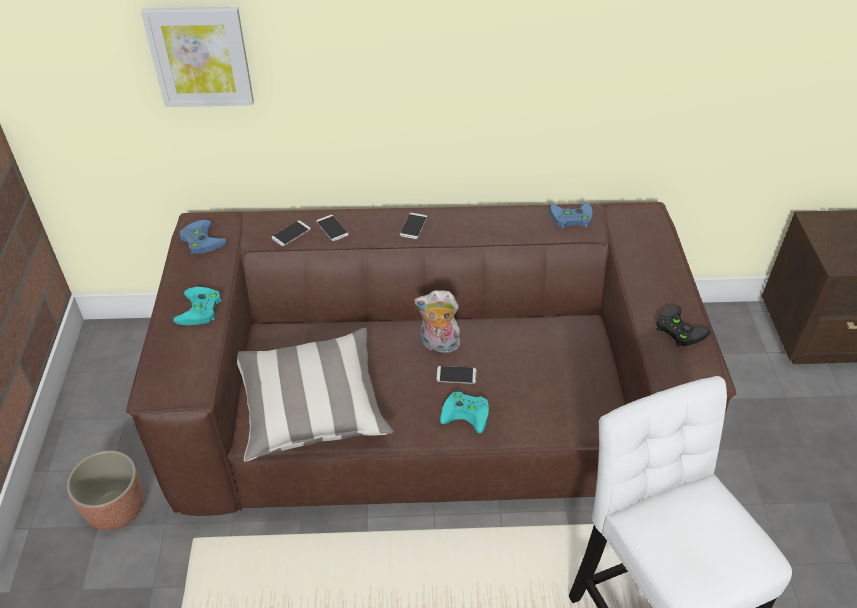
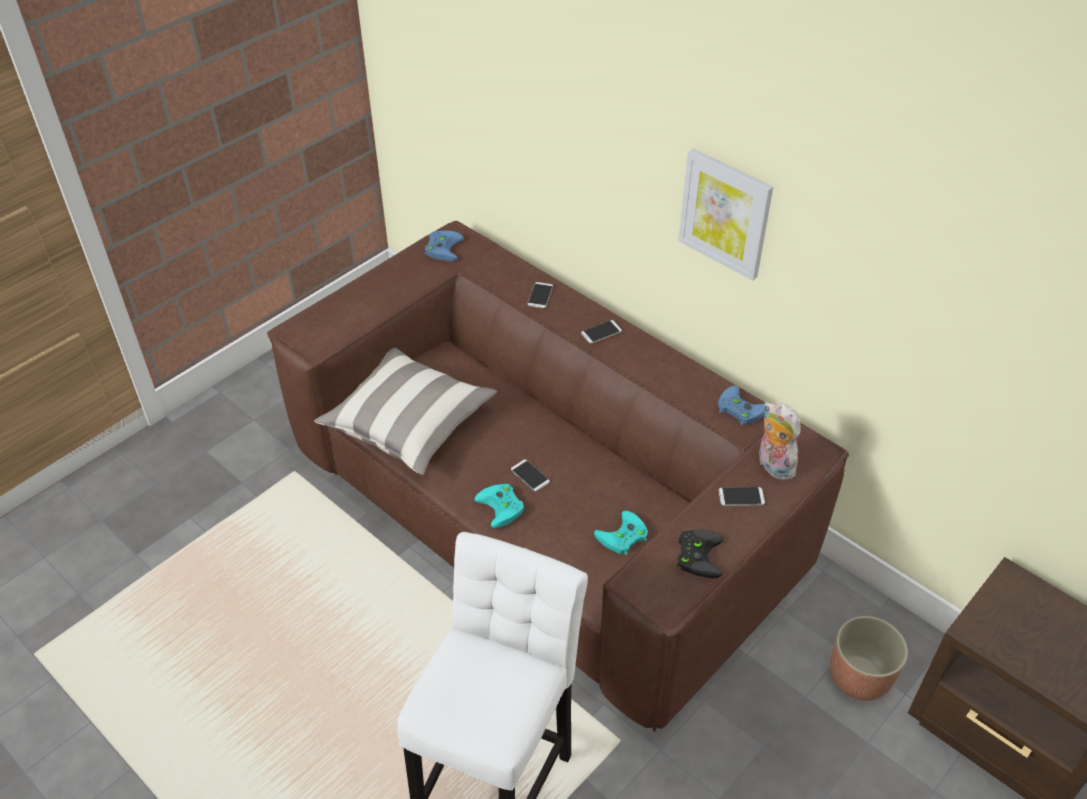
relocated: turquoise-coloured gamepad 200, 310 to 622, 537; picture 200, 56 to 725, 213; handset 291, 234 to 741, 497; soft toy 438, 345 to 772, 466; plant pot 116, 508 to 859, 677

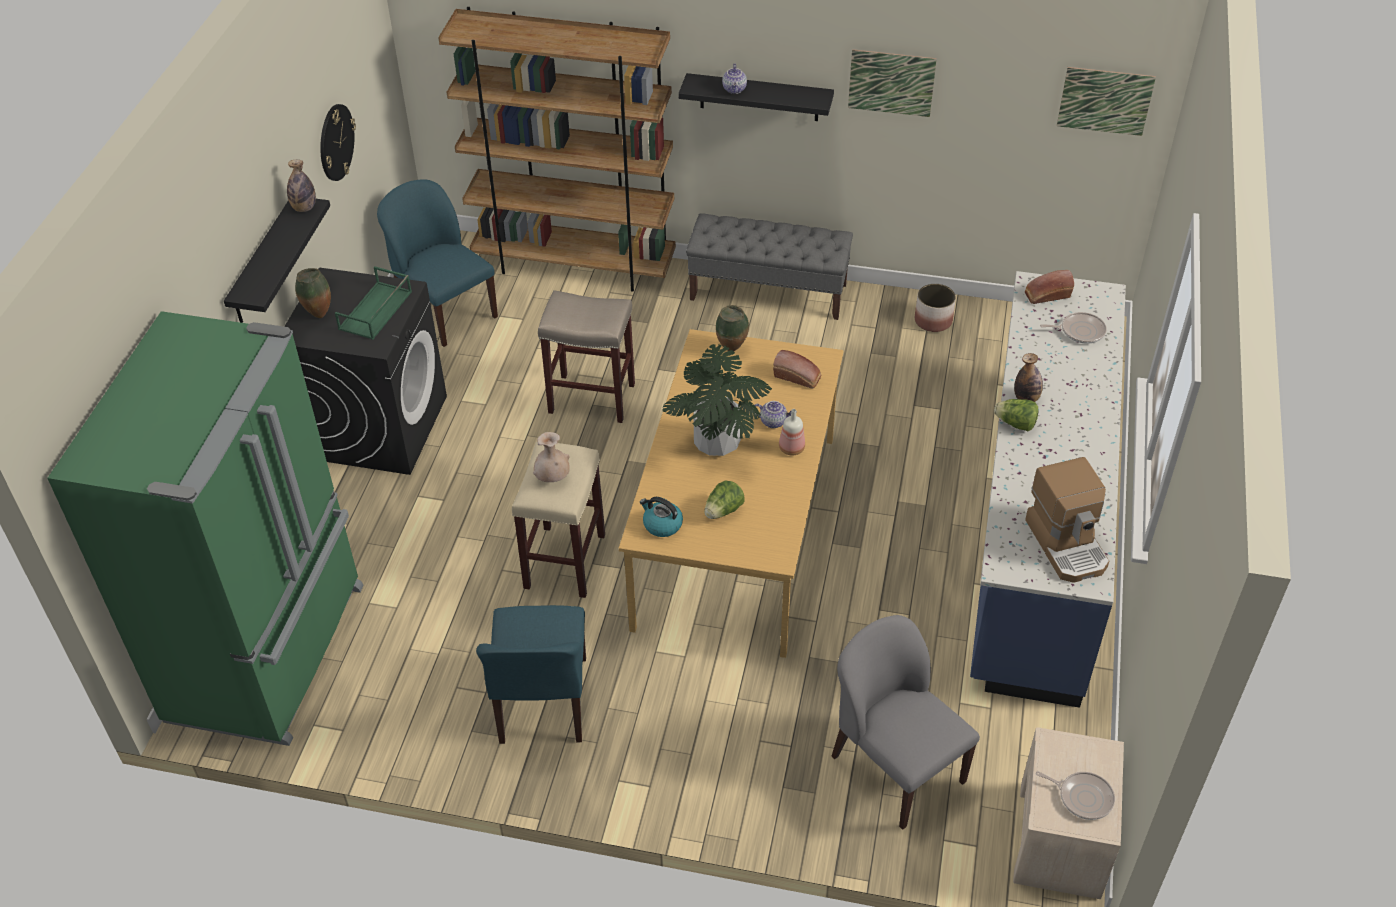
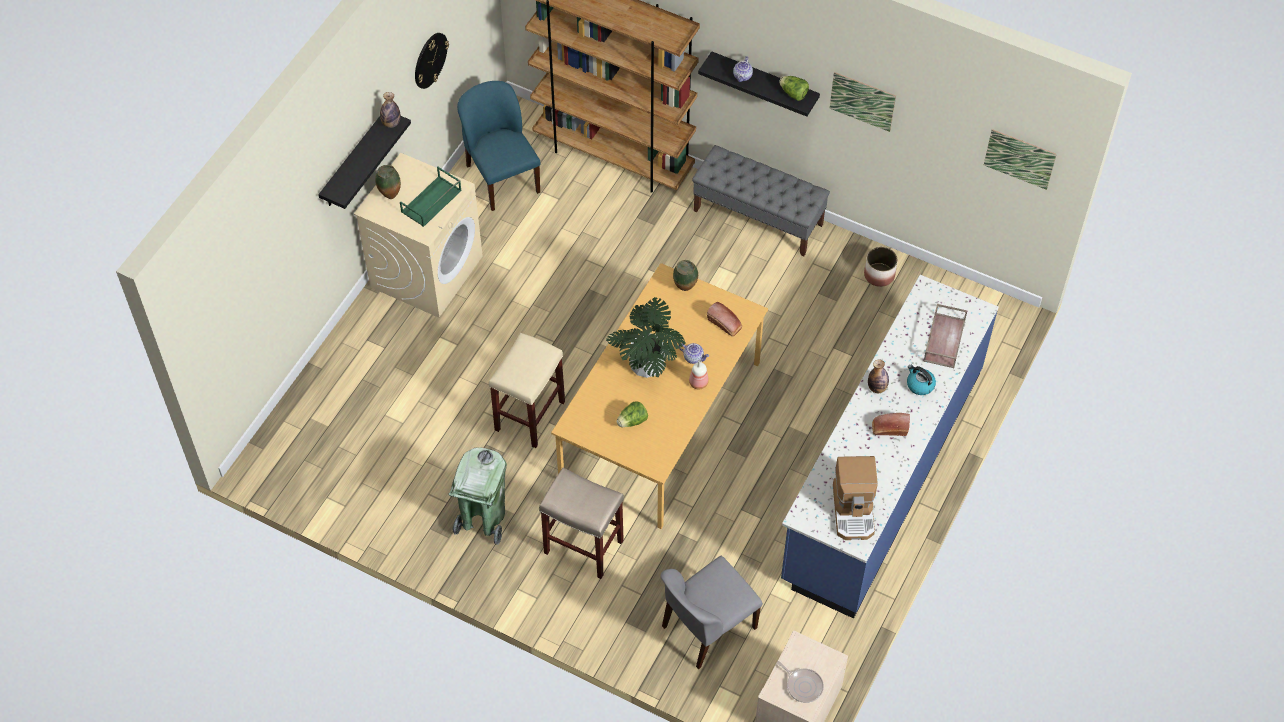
missing: greenish fridge 271, 652; beige decorative vase 552, 478
relocated: beige stool seat 590, 398 to 582, 547; lettuce head 1015, 424 to 793, 94; baked bread 1046, 295 to 889, 429; water kettle 662, 525 to 919, 385
exchanged: blue plain chair 542, 702 to greenish waste bin 483, 520; skillet 1080, 331 to brownish tray 943, 339
colour: blackish laundry appliance 379, 427 to beige laundry appliance 426, 271
spun: grey plain chair 895, 767 = 707, 628 105 degrees counterclockwise

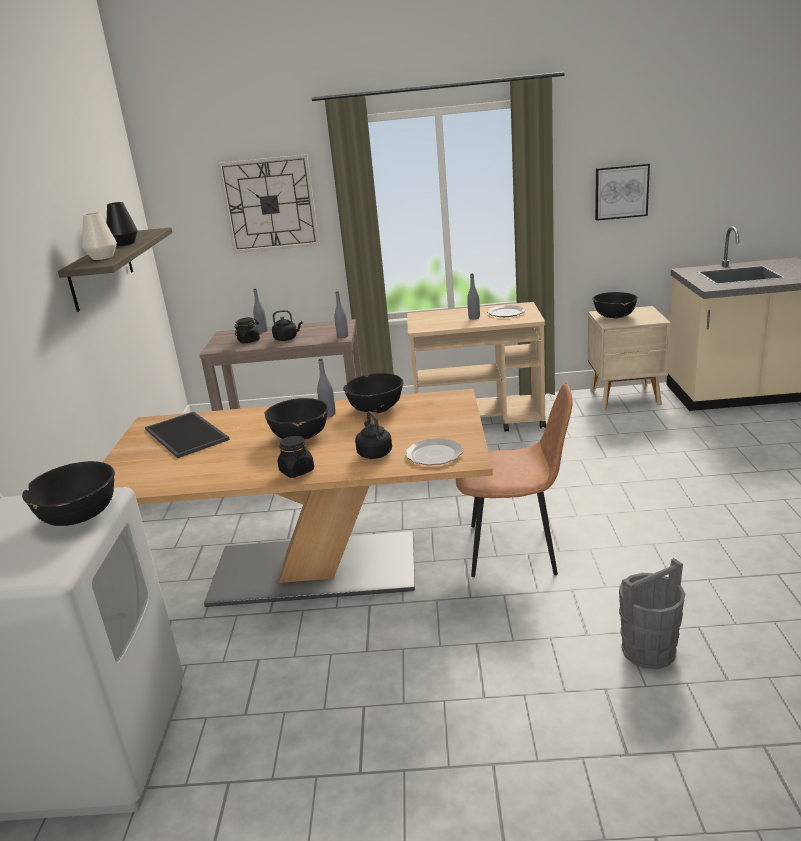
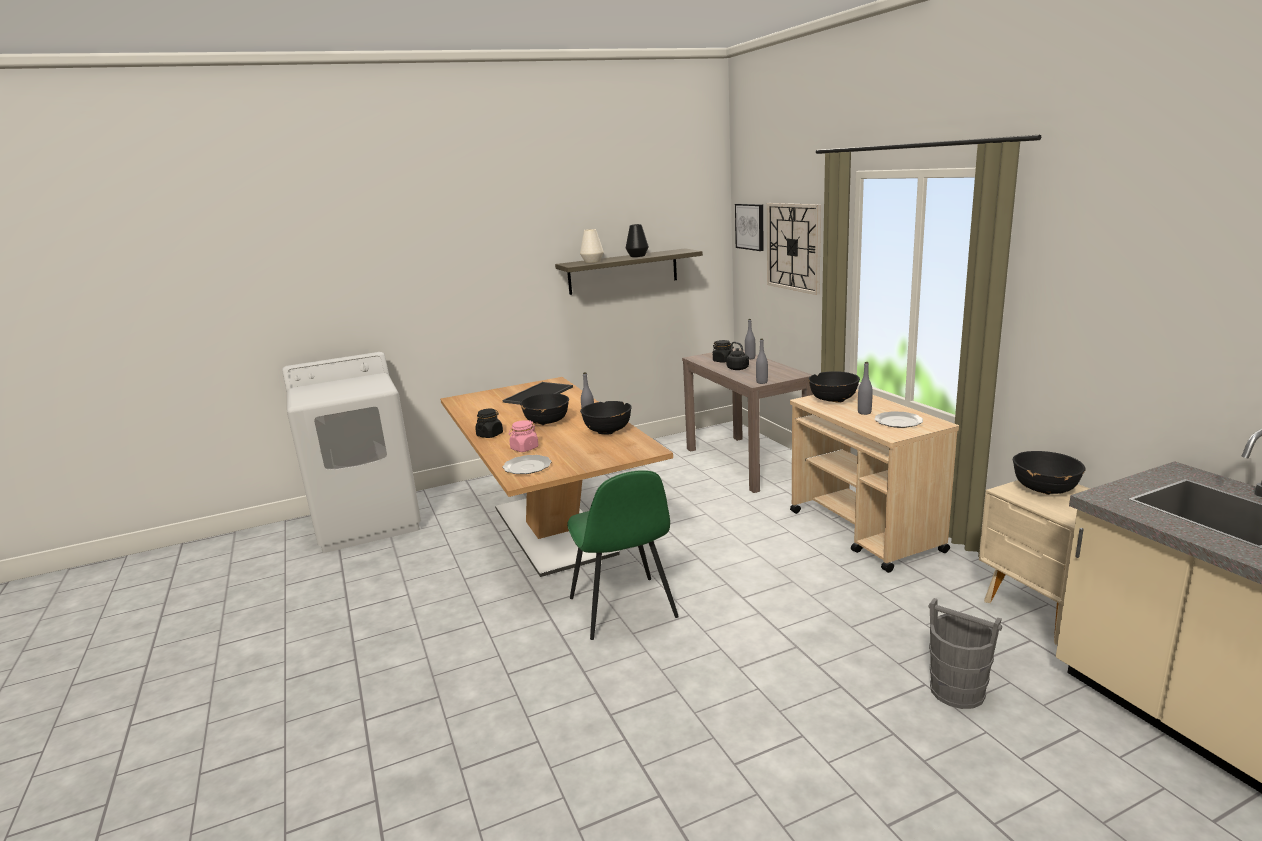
relocated: picture 621, 192 to 750, 226; blackish bowl 79, 516 to 833, 400; grey pail 649, 650 to 957, 691
exchanged: blackish water kettle 374, 453 to pink-coloured storage jar 524, 448
colour: brownish plain chair 515, 549 to greenish plain chair 623, 609

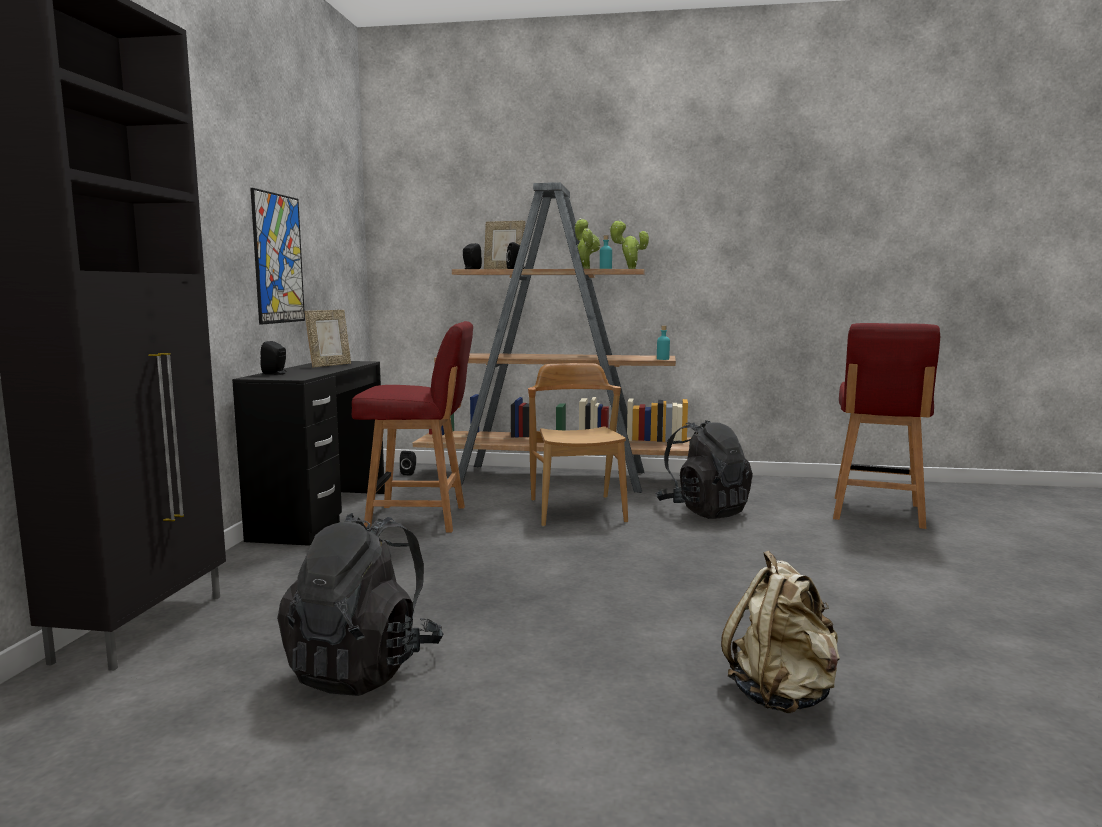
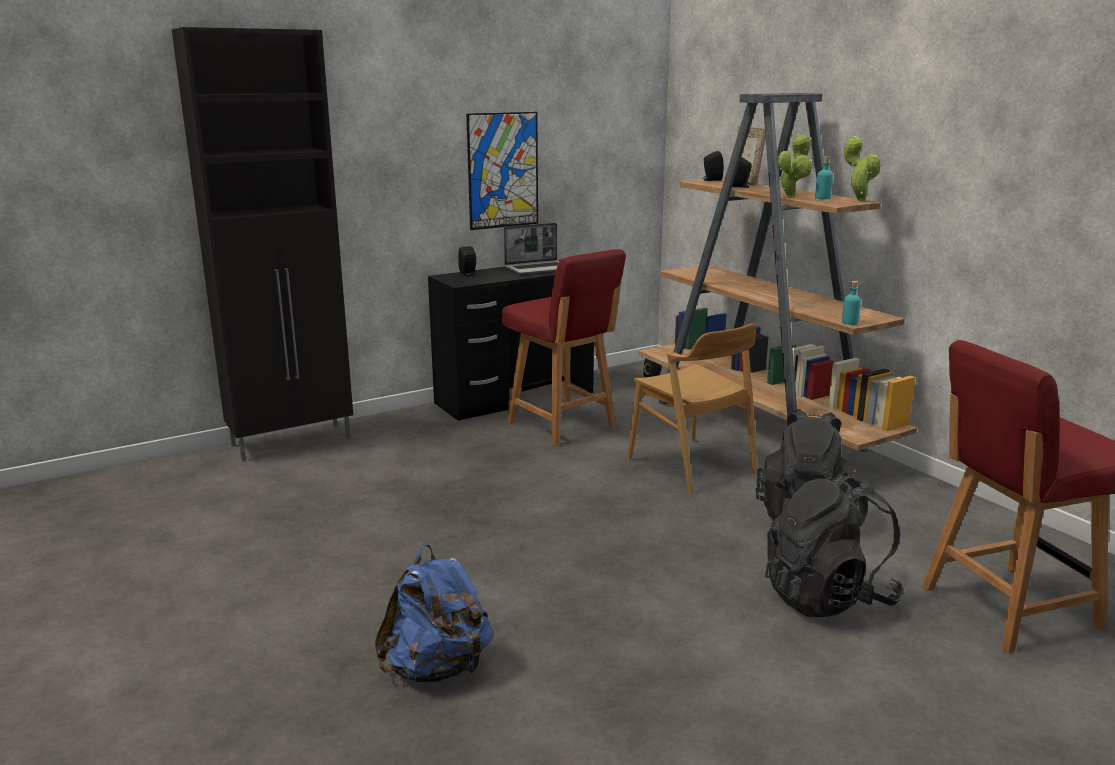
relocated: blackish knapsack 364, 668 to 828, 597
exchanged: standing frame 330, 365 to notebook computer 539, 269
colour: beige knapsack 782, 695 to blue knapsack 437, 668
spun: brownish plain chair 577, 510 = 691, 466 105 degrees clockwise

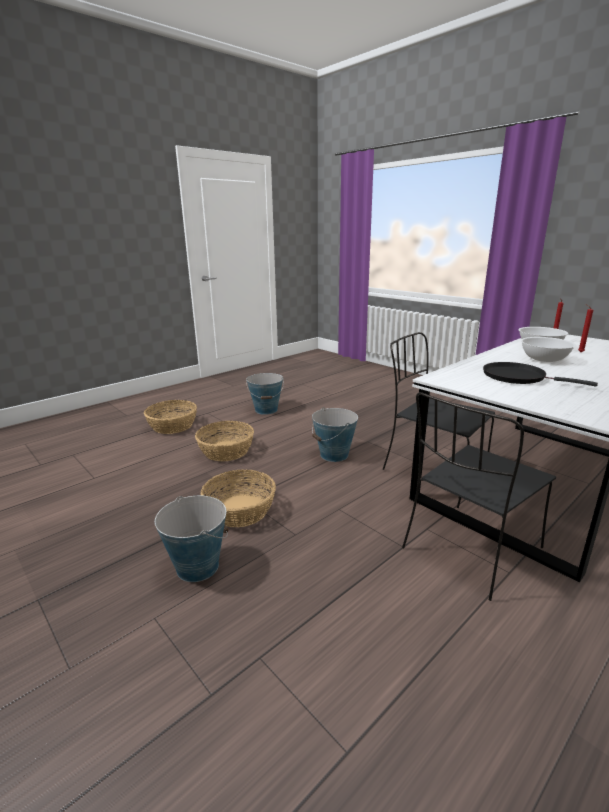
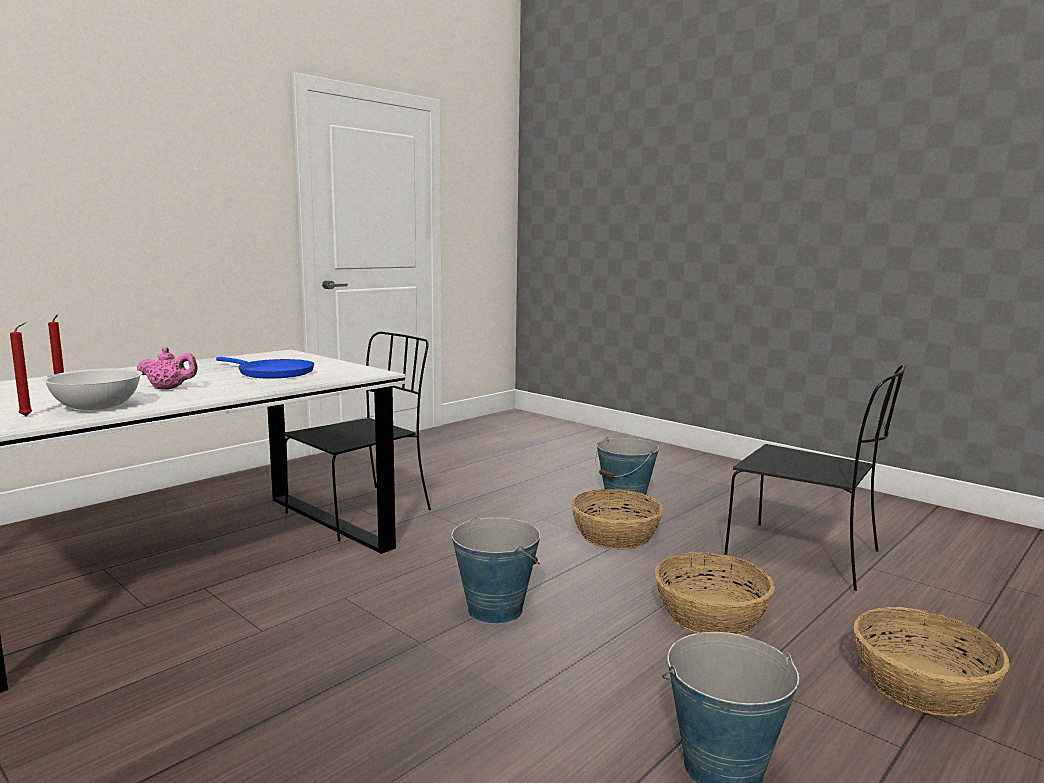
relocated: blackish plain chair 432, 468 to 806, 556
exchanged: whitish bowl 544, 359 to pink-coloured teapot 169, 388
colour: blackish skillet 518, 377 to blue skillet 272, 373

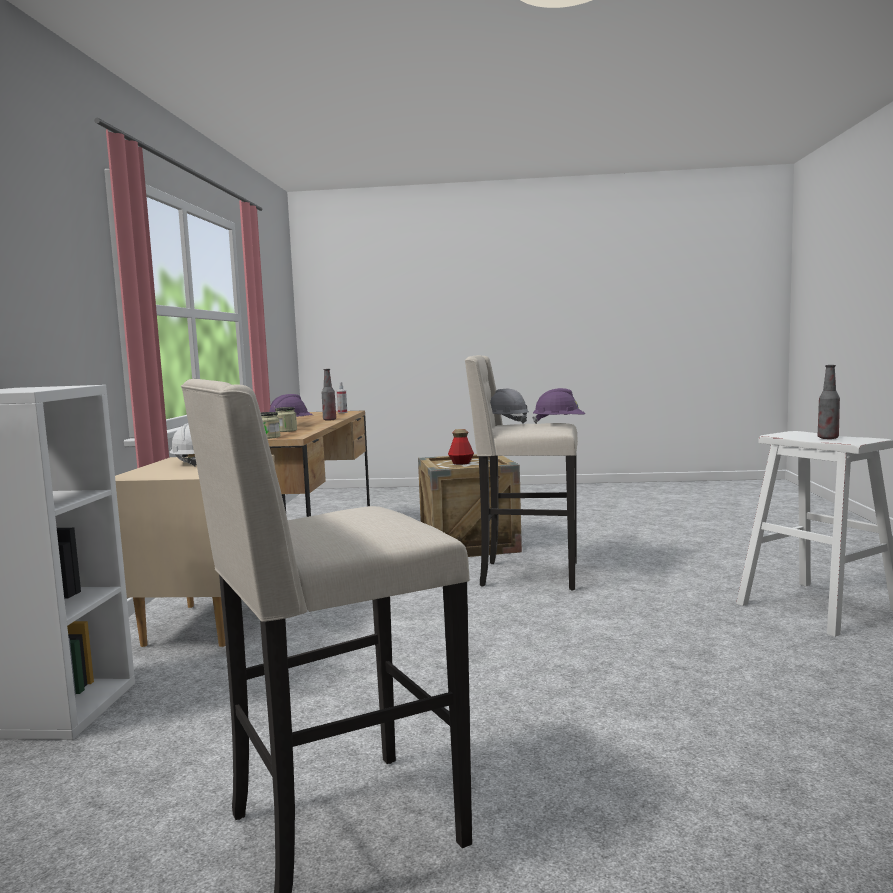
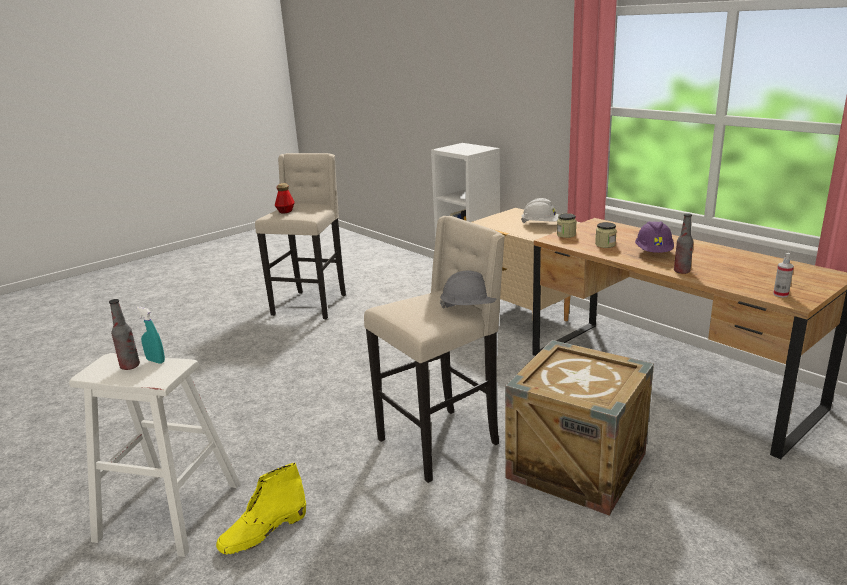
missing: purple work helmet 559, 423
appeared: turquoise-coloured hand sprayer 156, 361; yellowish boot 263, 531
relocated: bottle 461, 463 to 285, 211

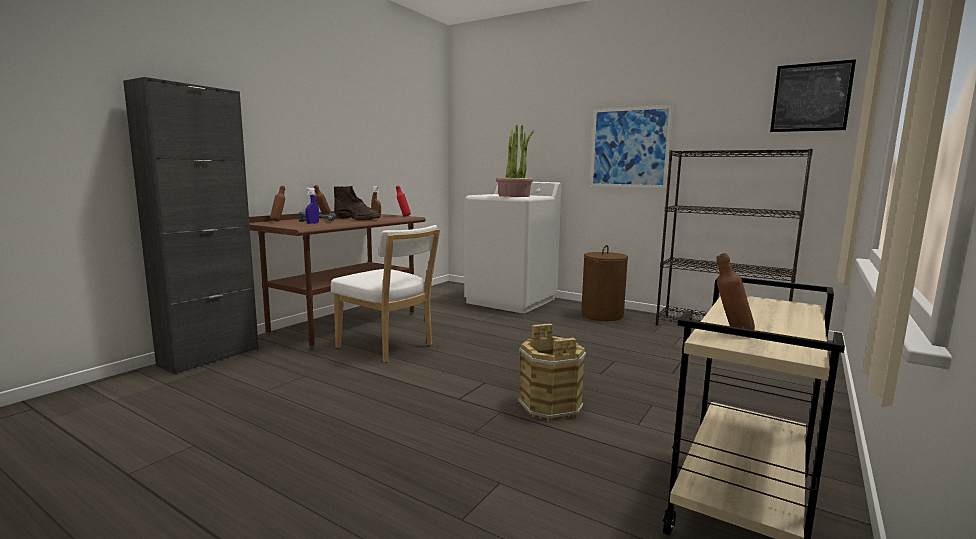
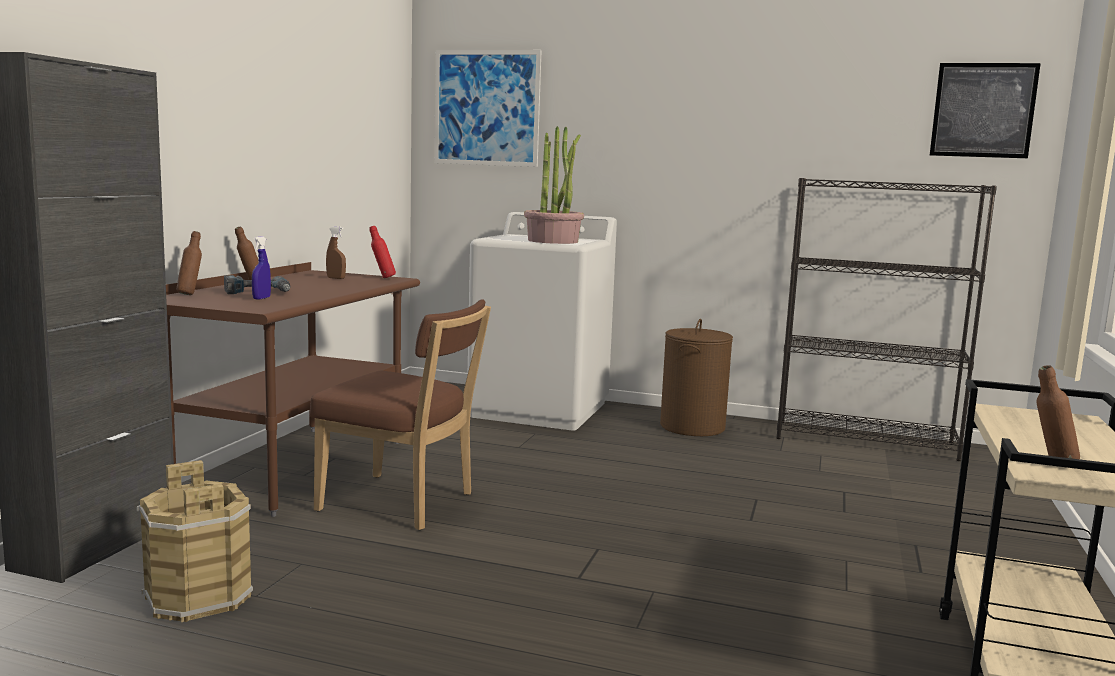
missing: brownish boot 357, 219
relocated: brownish pail 549, 406 to 197, 597; picture 629, 147 to 486, 108
colour: whitish plain chair 388, 347 to brownish plain chair 403, 504

